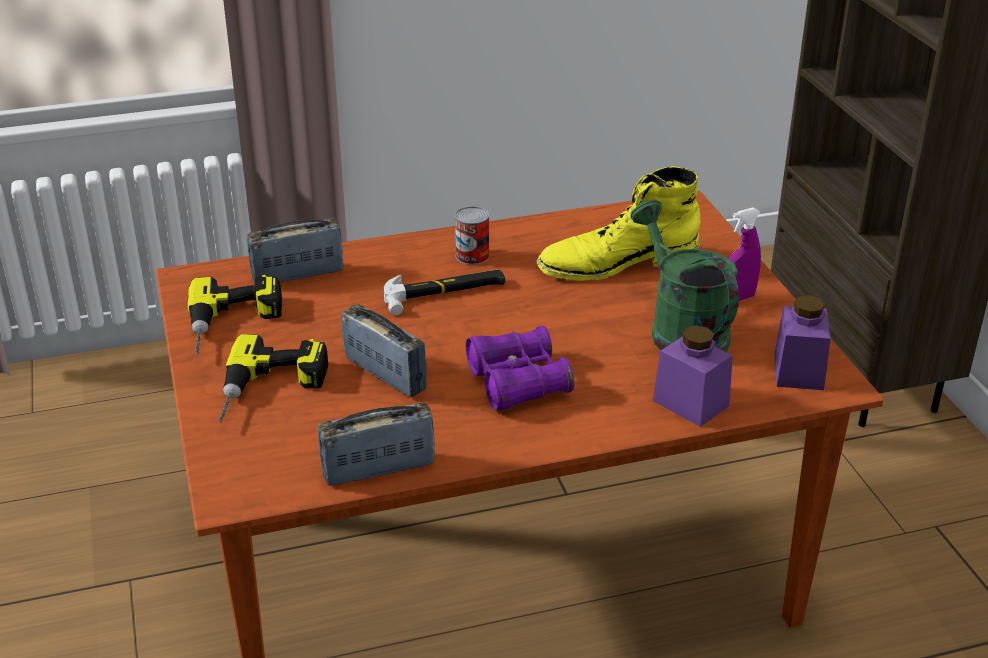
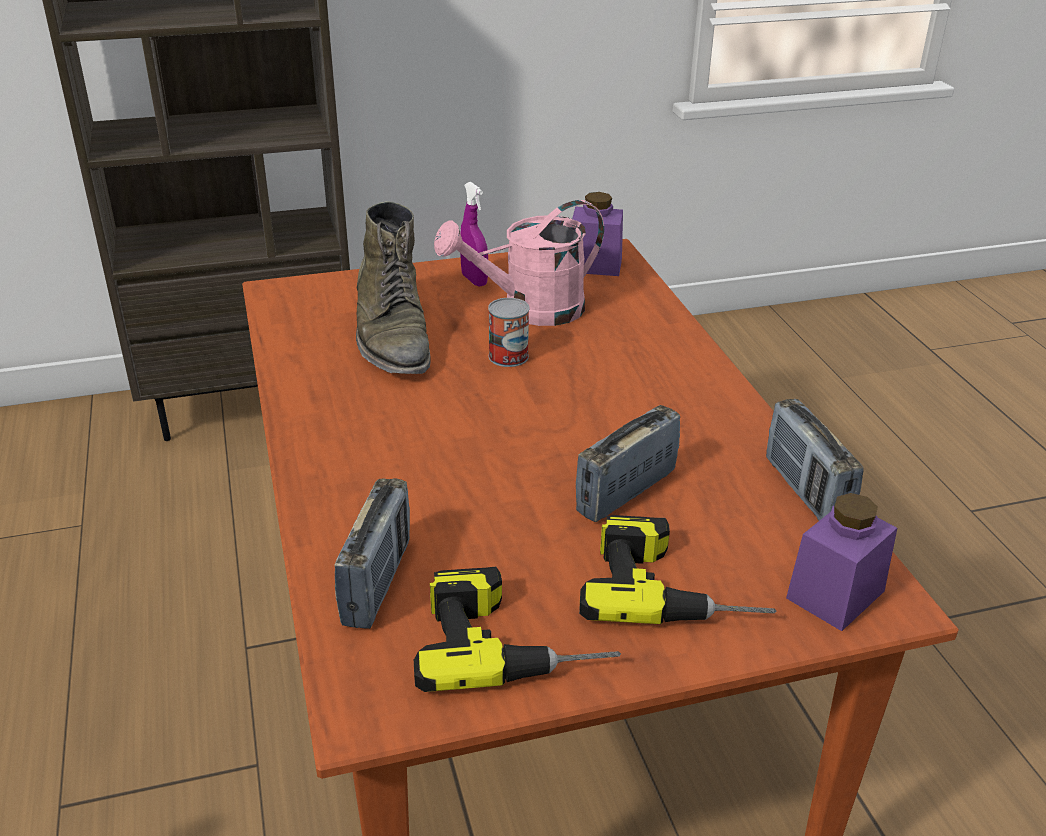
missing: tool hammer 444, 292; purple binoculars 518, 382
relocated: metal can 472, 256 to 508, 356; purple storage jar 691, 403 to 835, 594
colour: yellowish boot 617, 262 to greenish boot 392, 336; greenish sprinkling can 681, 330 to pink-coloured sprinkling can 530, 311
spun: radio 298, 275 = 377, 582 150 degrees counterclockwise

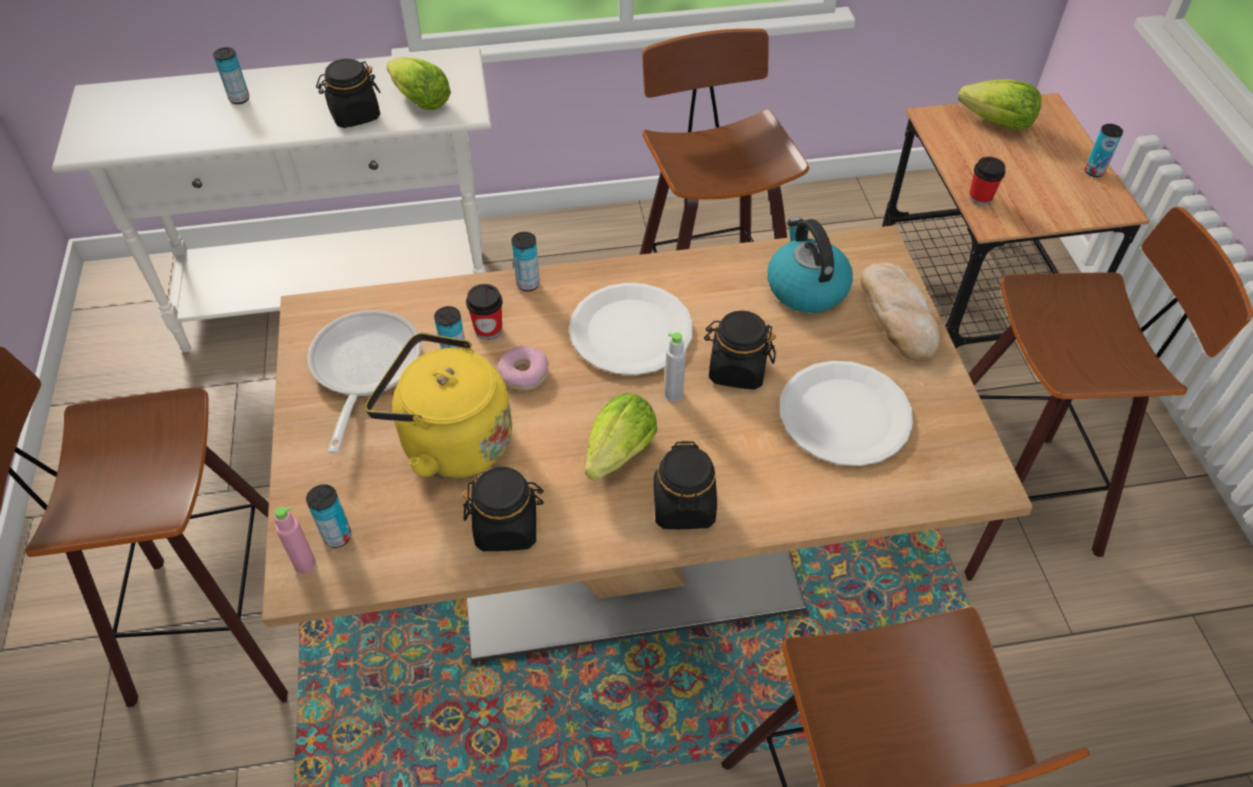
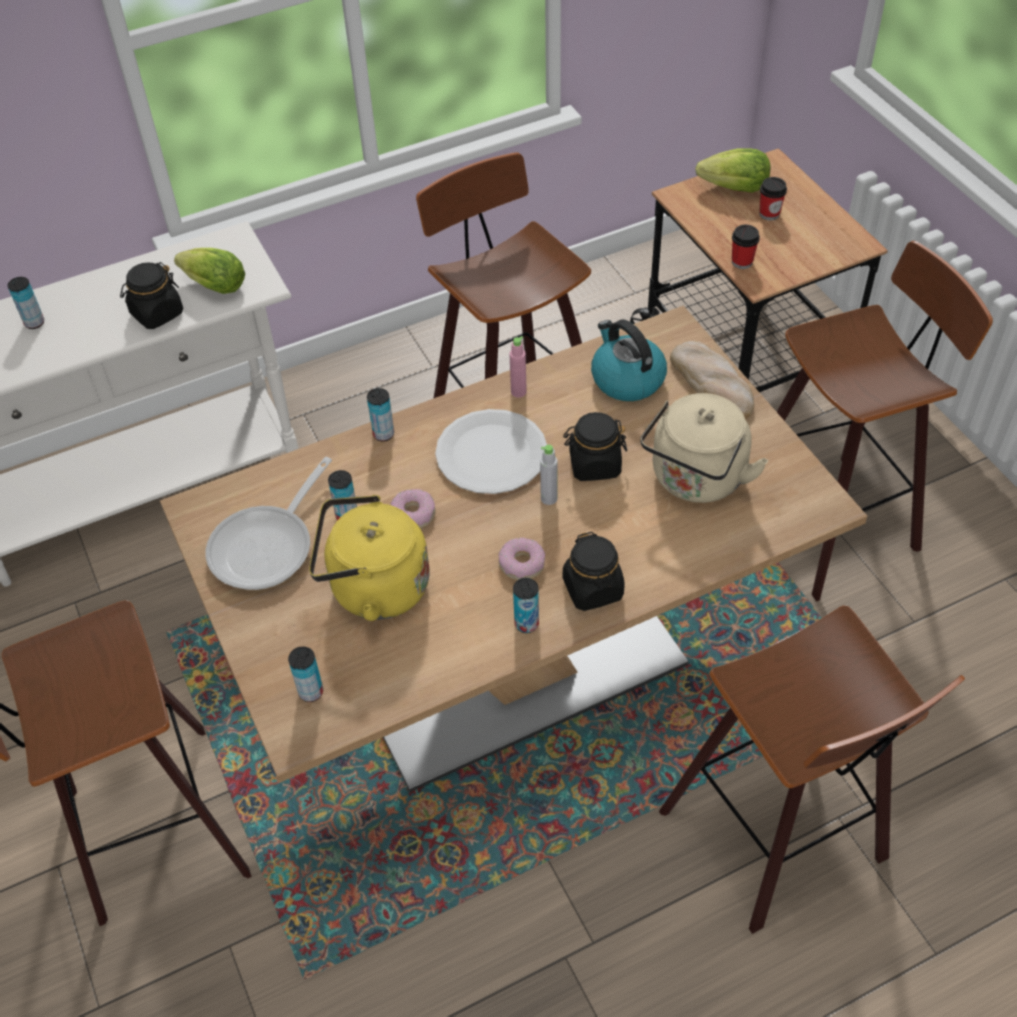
missing: blackish storage jar 507, 527
relocated: pink-coloured bottle 305, 564 to 518, 392; metal can 1094, 171 to 526, 624; drinking cup 488, 330 to 769, 214
exchanged: lettuce head 616, 457 to ring doughnut 521, 564; whitish flat dish 844, 415 to beige water kettle 696, 480
spun: skillet 363, 369 = 268, 546 135 degrees counterclockwise

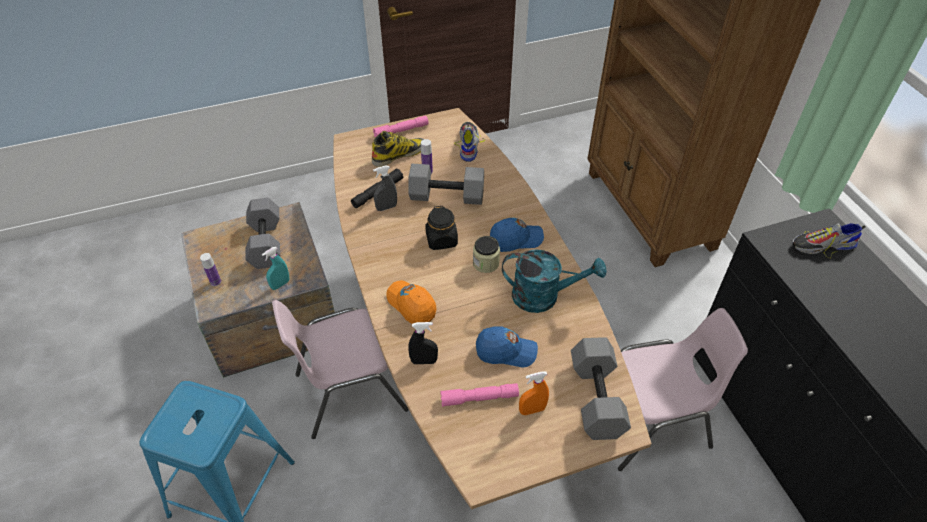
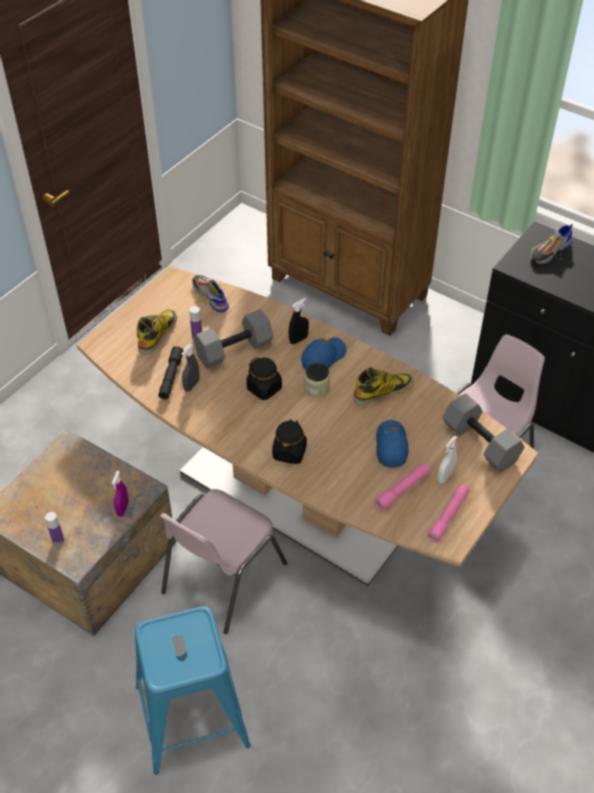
missing: grey hand weight 267, 243
relocated: blackish hand sprayer 424, 361 to 298, 339; pink-coloured flashlight 401, 131 to 448, 516
exchanged: orangey baseball cap 412, 305 to blackish storage jar 289, 452; turquoise-coloured sprinkling can 544, 296 to boot 382, 391
colour: turquoise-coloured hand sprayer 280, 284 to purple hand sprayer 123, 509; orangey hand sprayer 532, 410 to whitish hand sprayer 445, 476
spun: blue baseball cap 506, 351 = 391, 446 60 degrees counterclockwise

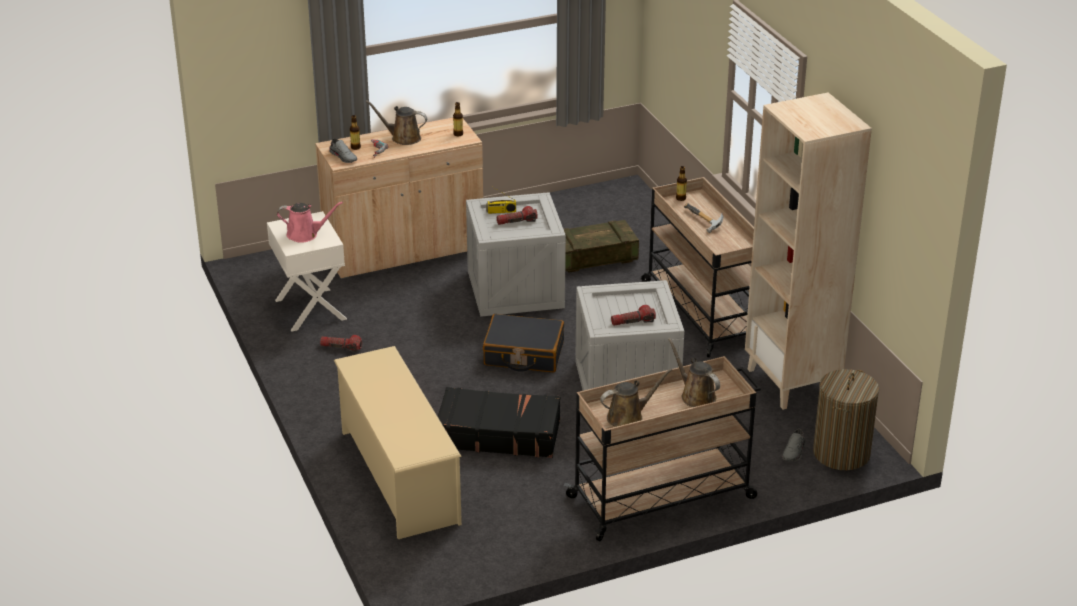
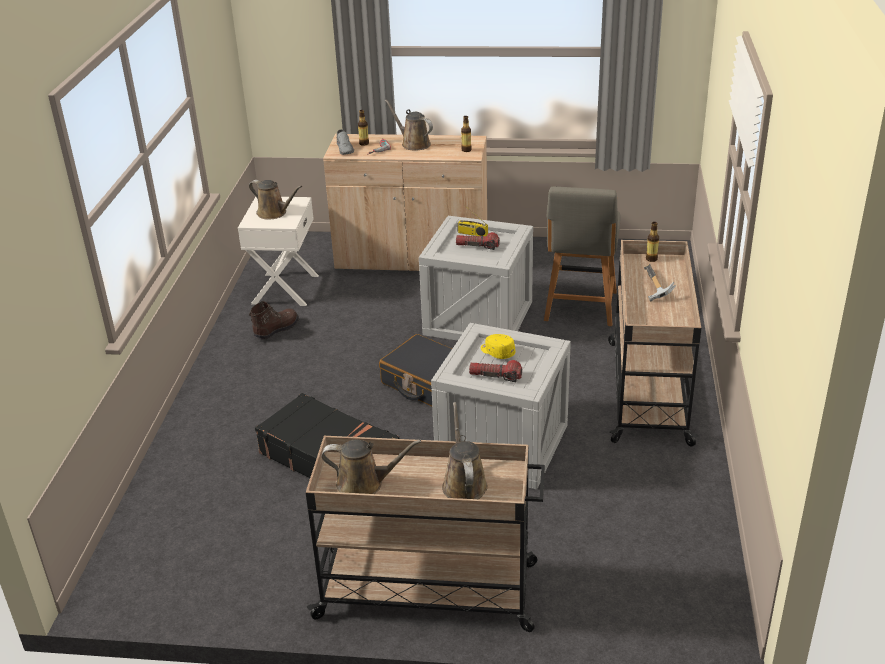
missing: beige shoe stand 398, 476; beige bookshelf 792, 382; grey low shoe 794, 452; laundry basket 841, 453
appeared: yellowish baseball cap 497, 352
exchanged: flashlight 341, 347 to brownish boot 276, 330; crate 594, 258 to grey plain chair 580, 308
colour: pink-coloured sprinkling can 305, 234 to brownish sprinkling can 274, 213

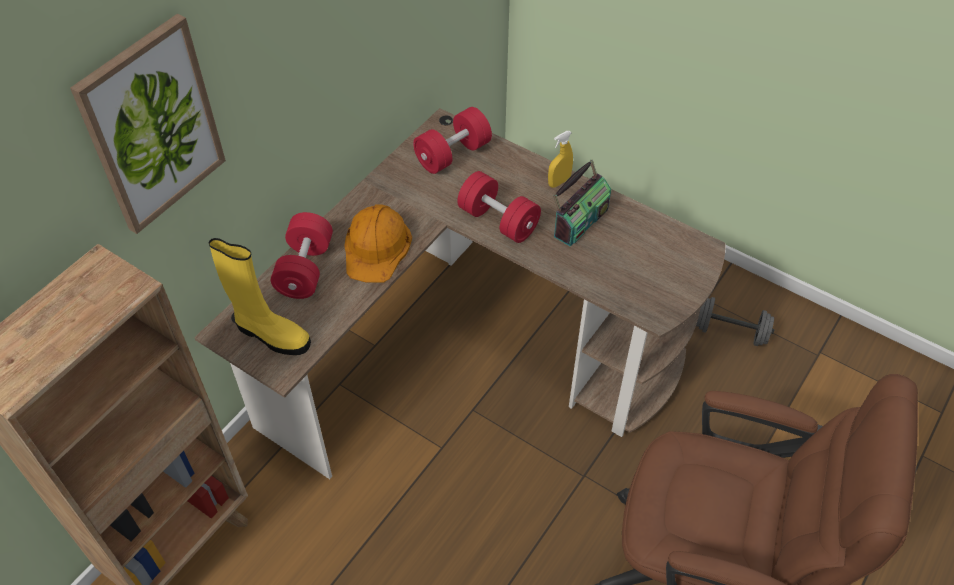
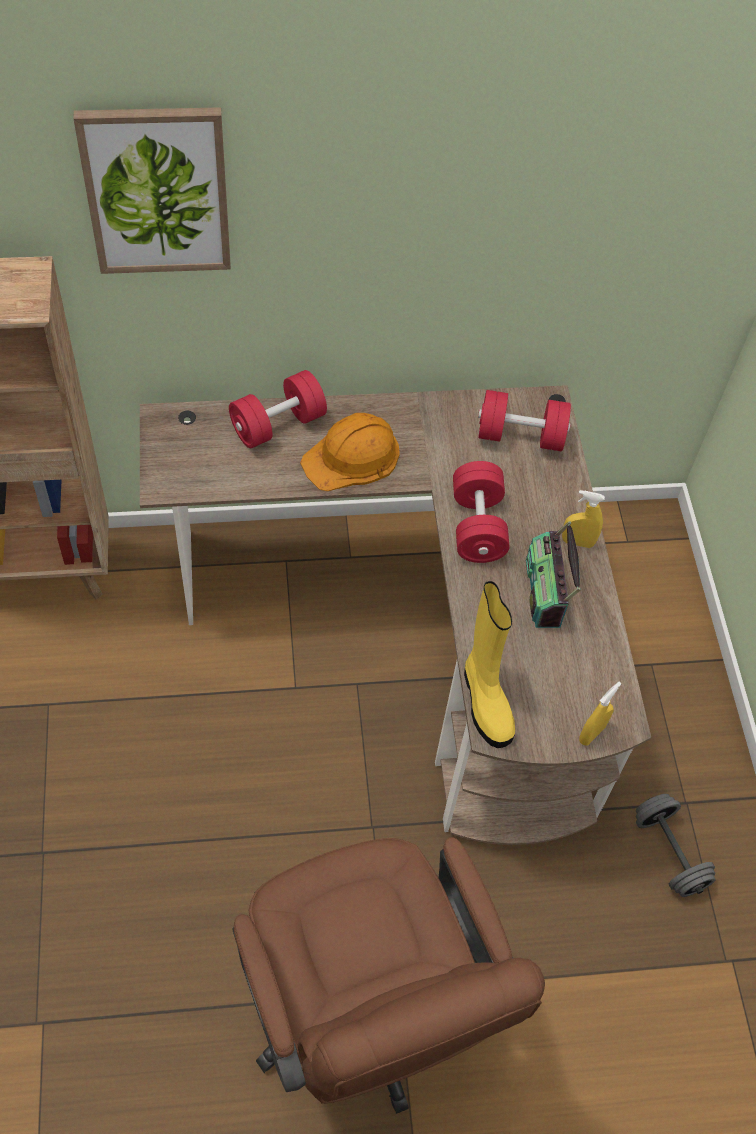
appeared: yellowish hand sprayer 592, 733
relocated: yellowish boot 270, 334 to 485, 701
spun: radio 579, 221 = 546, 591 90 degrees clockwise

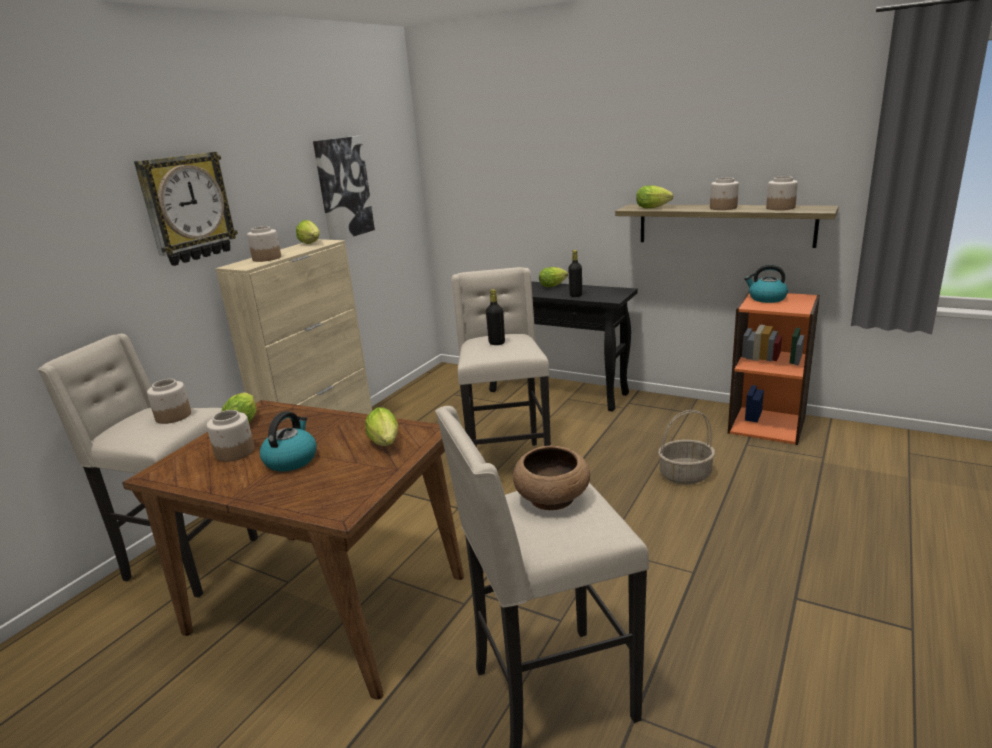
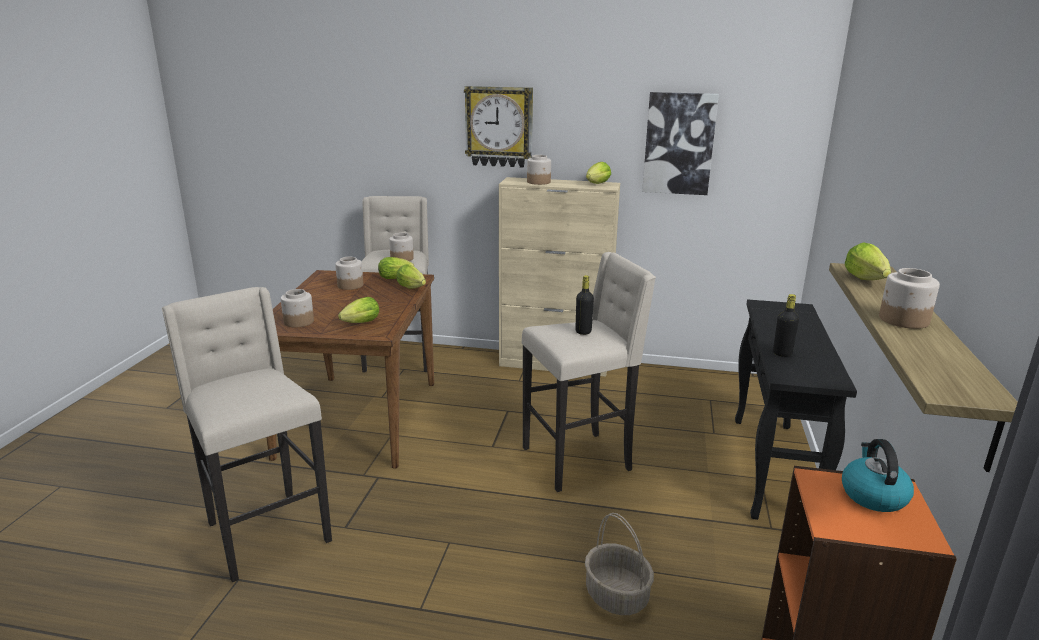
missing: water kettle 291, 459; brownish bowl 552, 498
relocated: storage jar 780, 208 to 298, 322; lettuce head 554, 285 to 413, 288

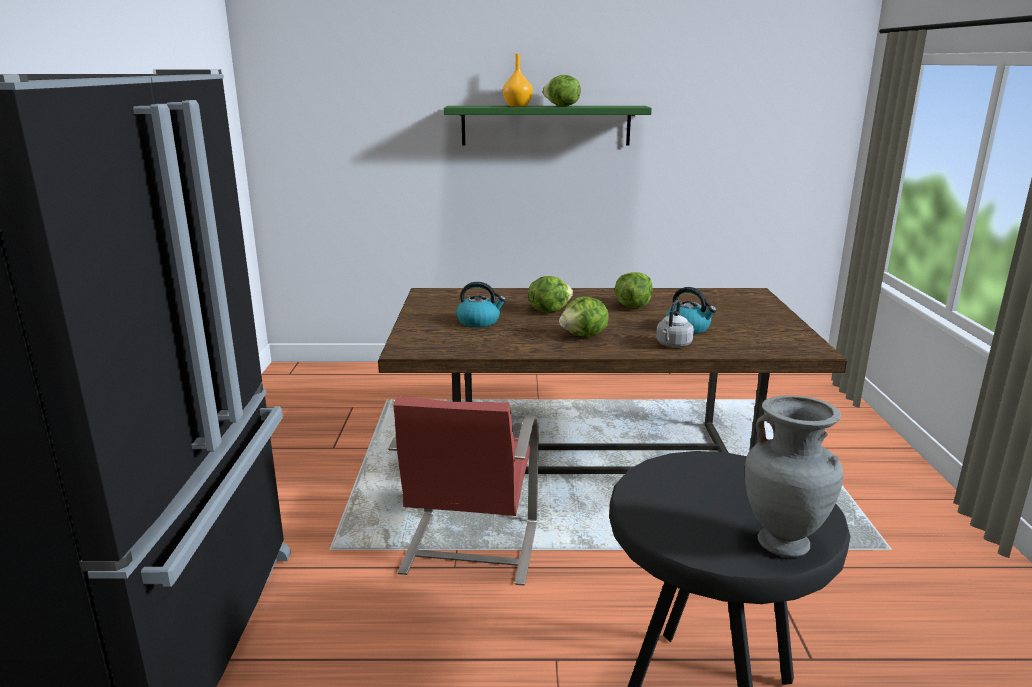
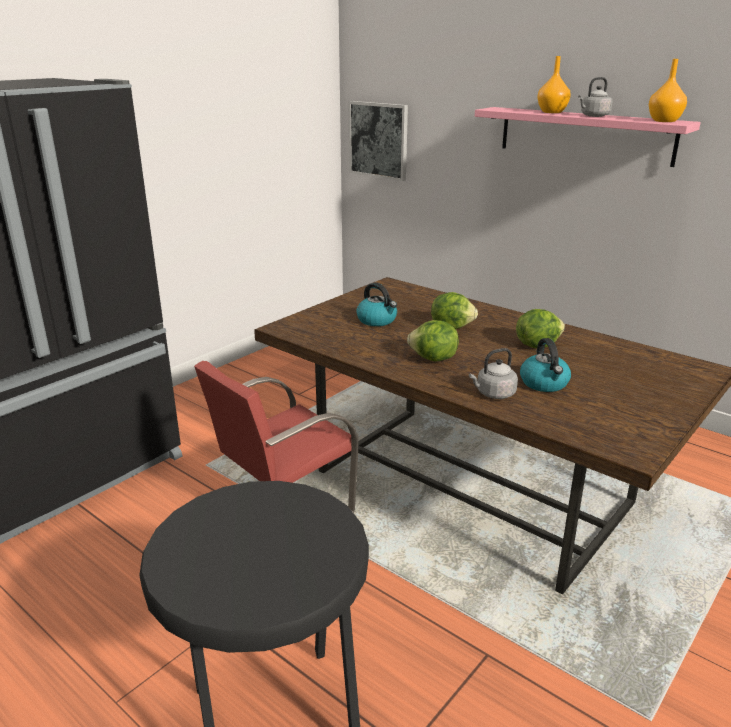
missing: grey decorative vase 783, 543
appeared: picture 378, 140; orangey decorative vase 663, 121
exchanged: lettuce head 561, 106 to grey water kettle 593, 116
colour: greenish bracket shelf 546, 125 to pink-coloured bracket shelf 584, 135

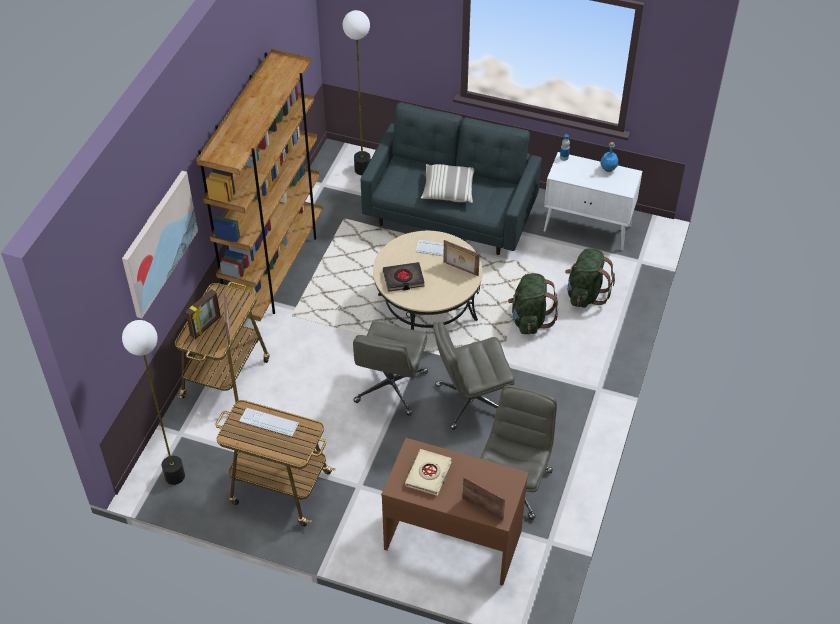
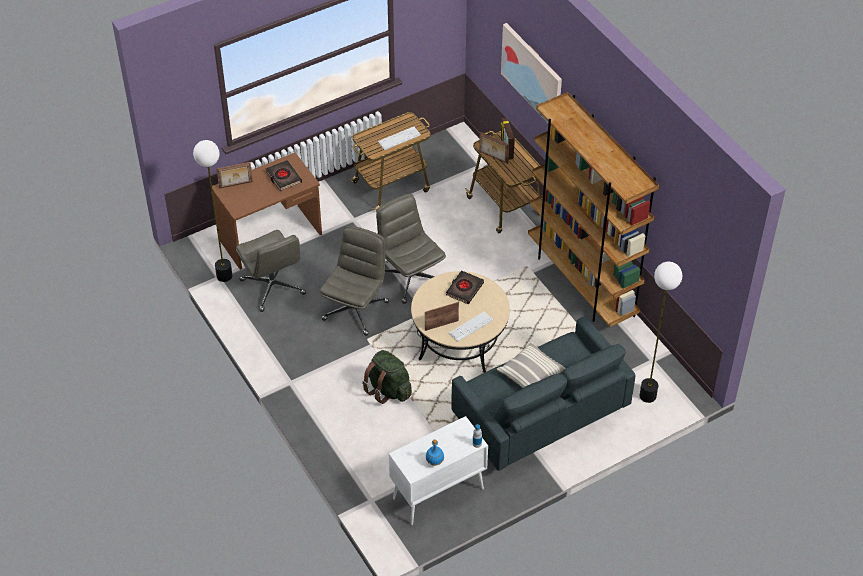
missing: greenish knapsack 585, 294
relocated: standing lamp 174, 476 to 224, 275
colour: beige bound book 429, 474 to blackish bound book 283, 177

